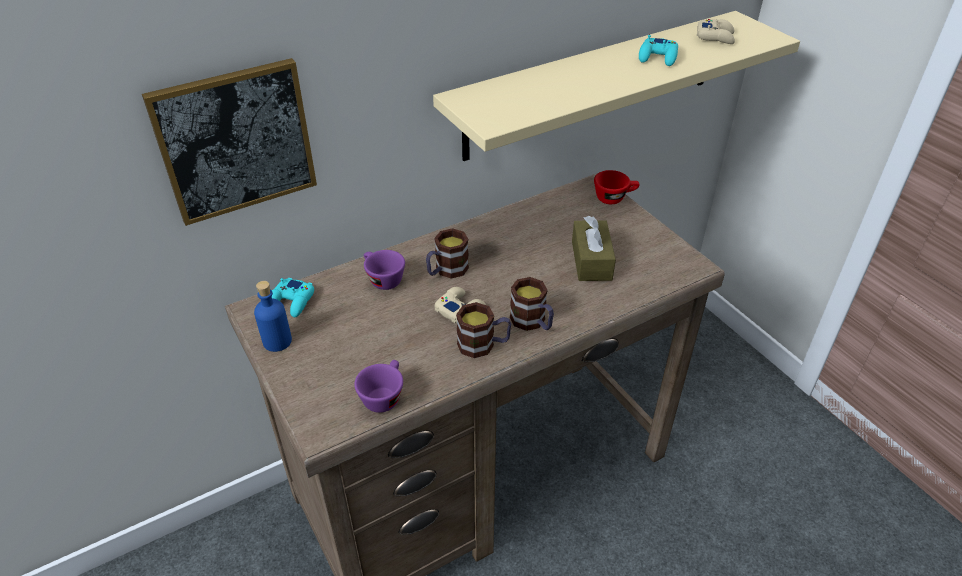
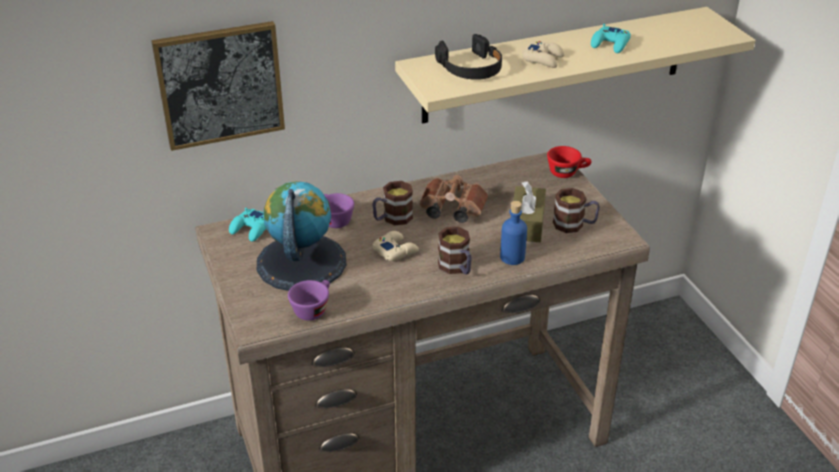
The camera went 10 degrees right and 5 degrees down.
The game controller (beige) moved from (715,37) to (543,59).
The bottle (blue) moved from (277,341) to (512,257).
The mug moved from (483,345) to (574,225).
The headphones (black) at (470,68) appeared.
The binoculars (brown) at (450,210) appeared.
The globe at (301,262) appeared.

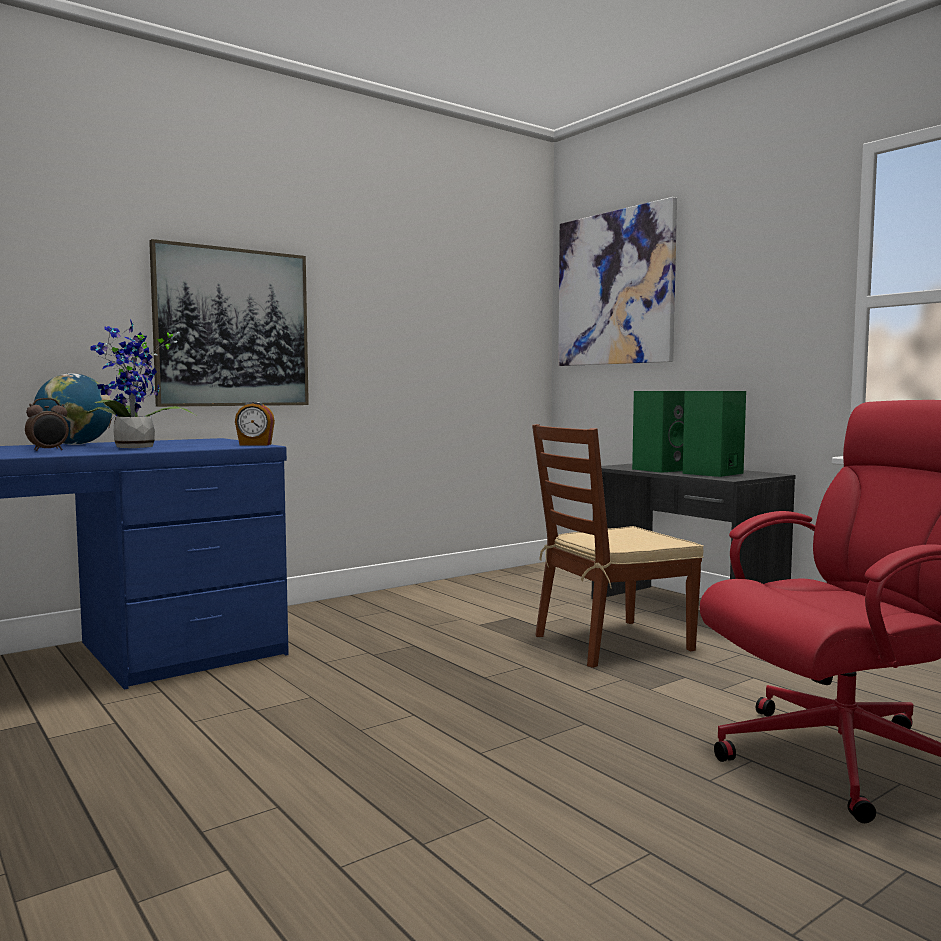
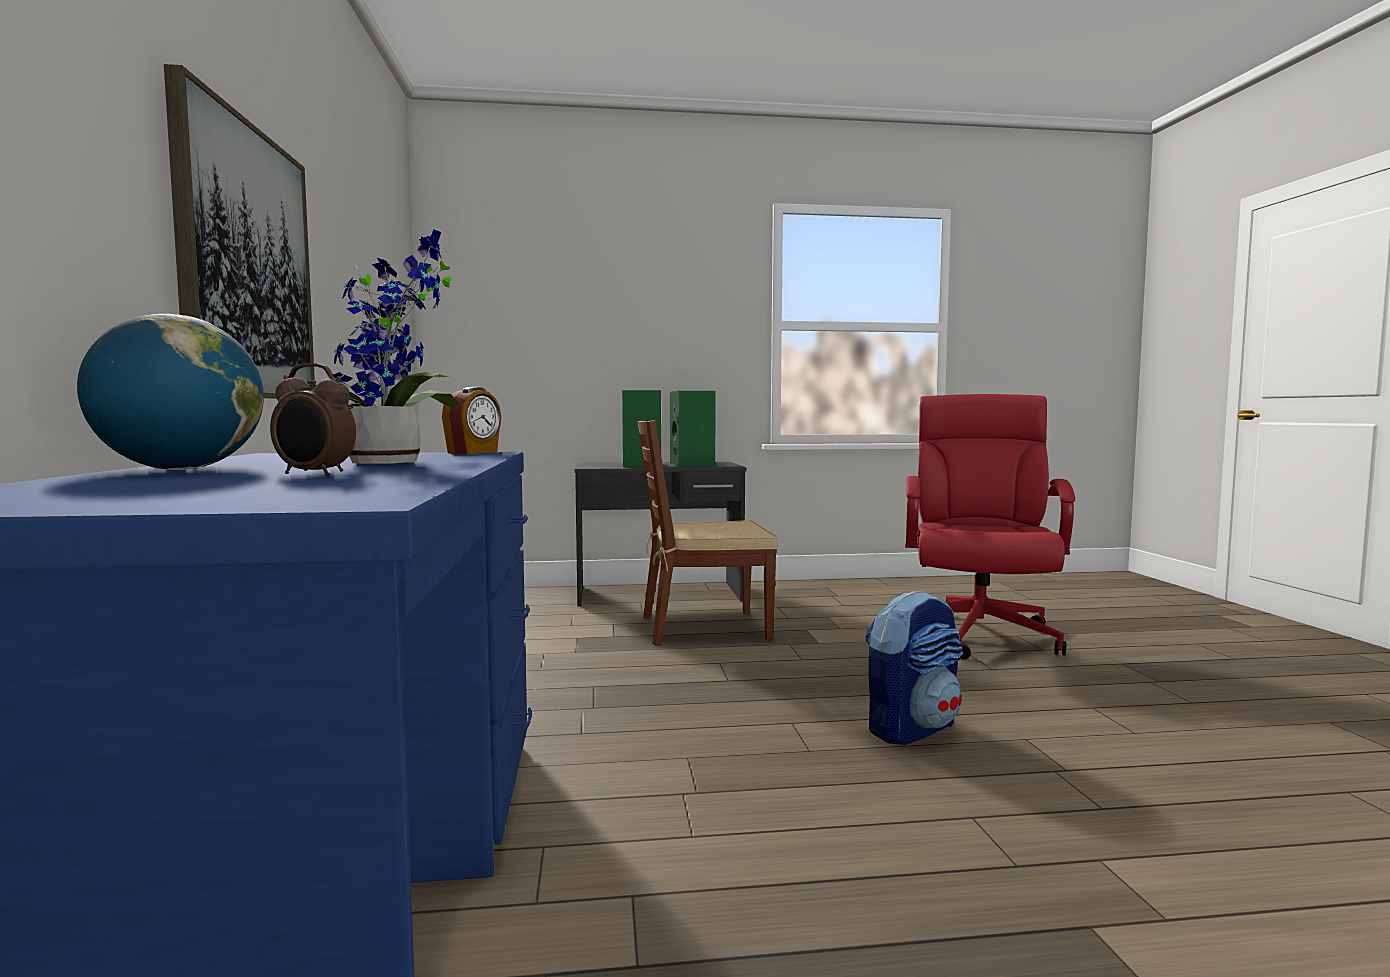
The camera went 60 degrees left and 0 degrees up.
The picture at (615,288) disappeared.
The alarm clock at (48,450) turned 120 degrees clockwise.
The chair (brown) at (611,643) turned 75 degrees clockwise.
The backpack at (911,728) appeared.

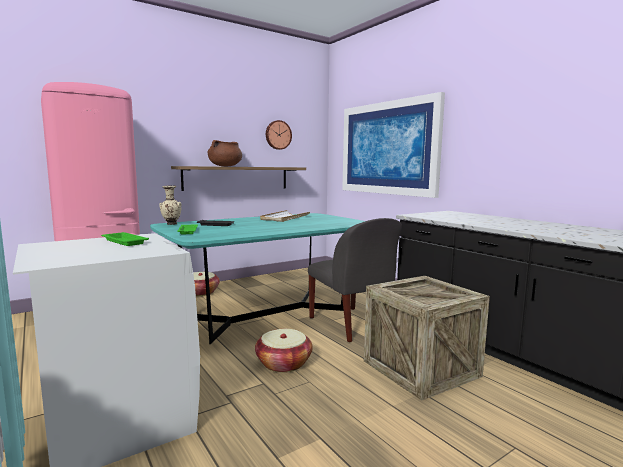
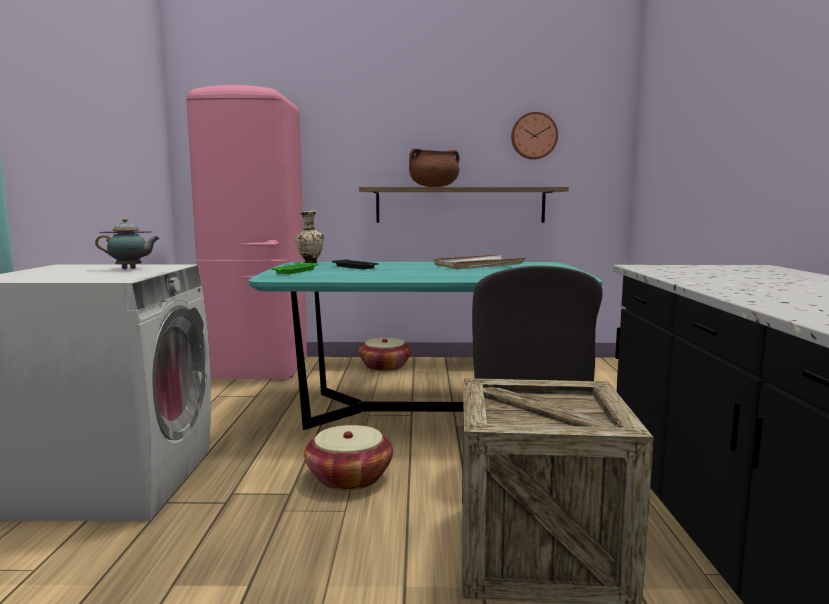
The camera went 35 degrees right and 0 degrees up.
The picture at (387,148) disappeared.
The tray (green) at (124,242) was replaced by the teapot at (130,269).

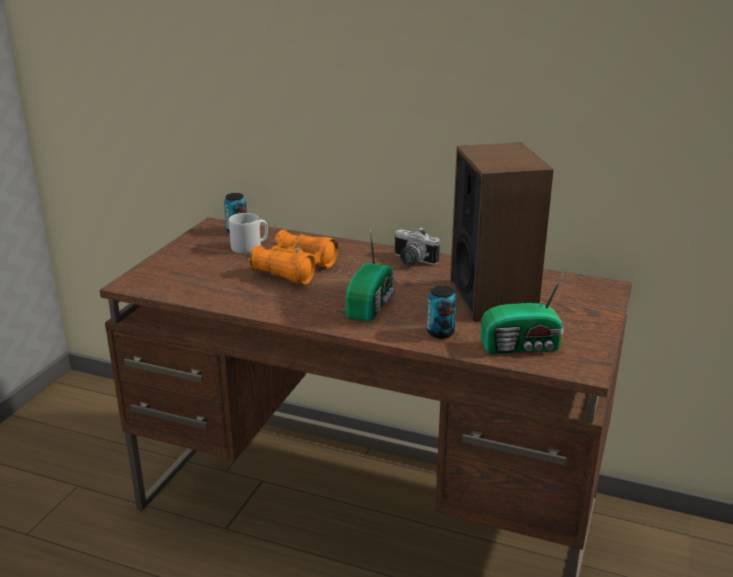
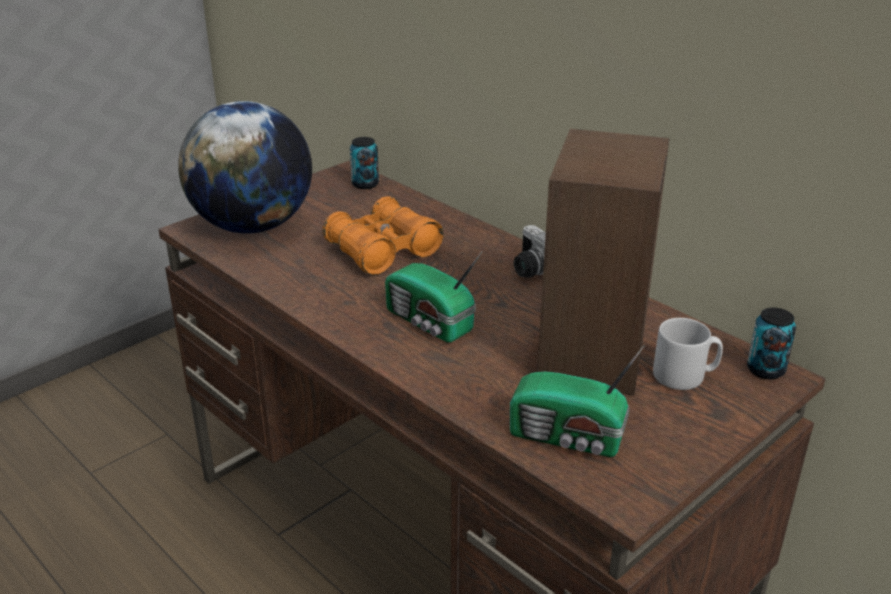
The camera went 25 degrees right and 5 degrees up.
The mug (grey) moved from (250,247) to (685,376).
The radio at (372,305) turned 90 degrees clockwise.
The can moved from (440,332) to (765,370).
The globe at (253,226) appeared.

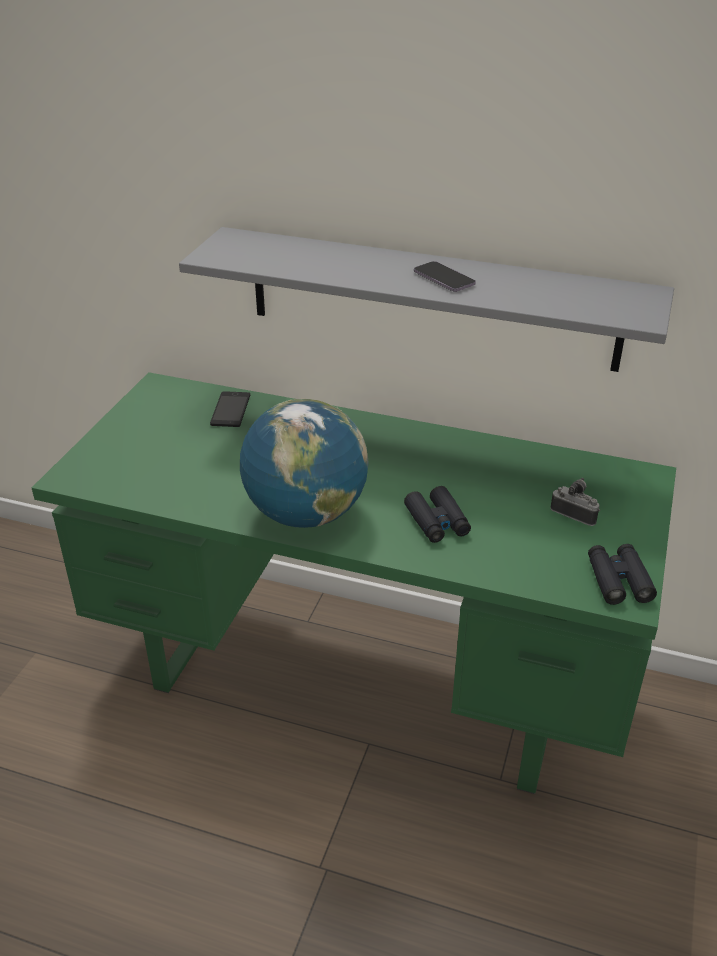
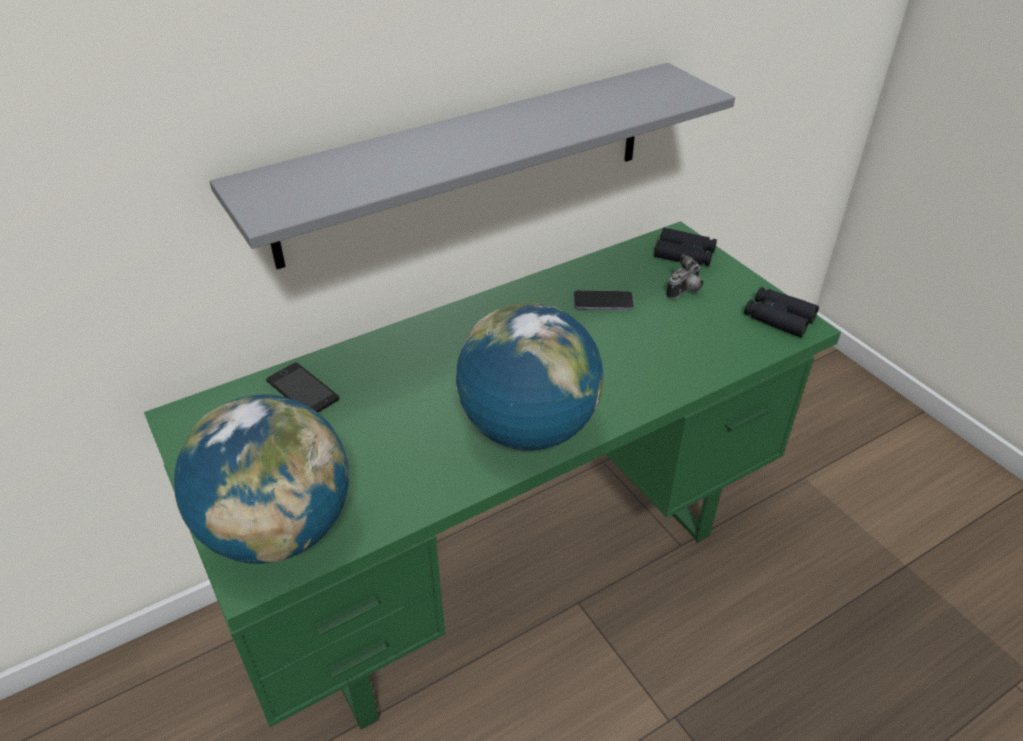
The camera went 50 degrees left and 5 degrees up.
The phone moved from (444,279) to (603,302).
The photo camera at (575,514) turned 150 degrees clockwise.
The binoculars (black) moved from (437,522) to (684,254).
The globe at (279,530) appeared.

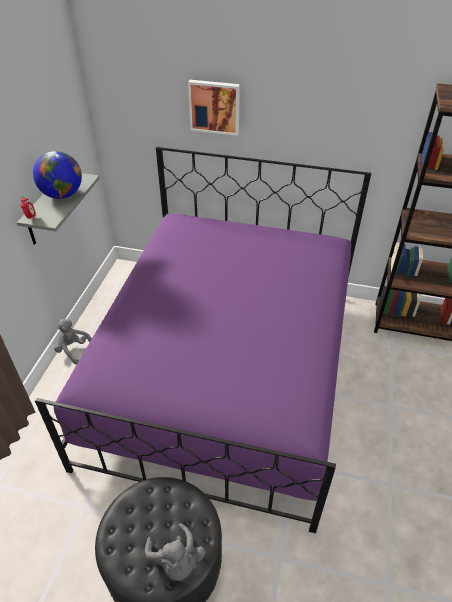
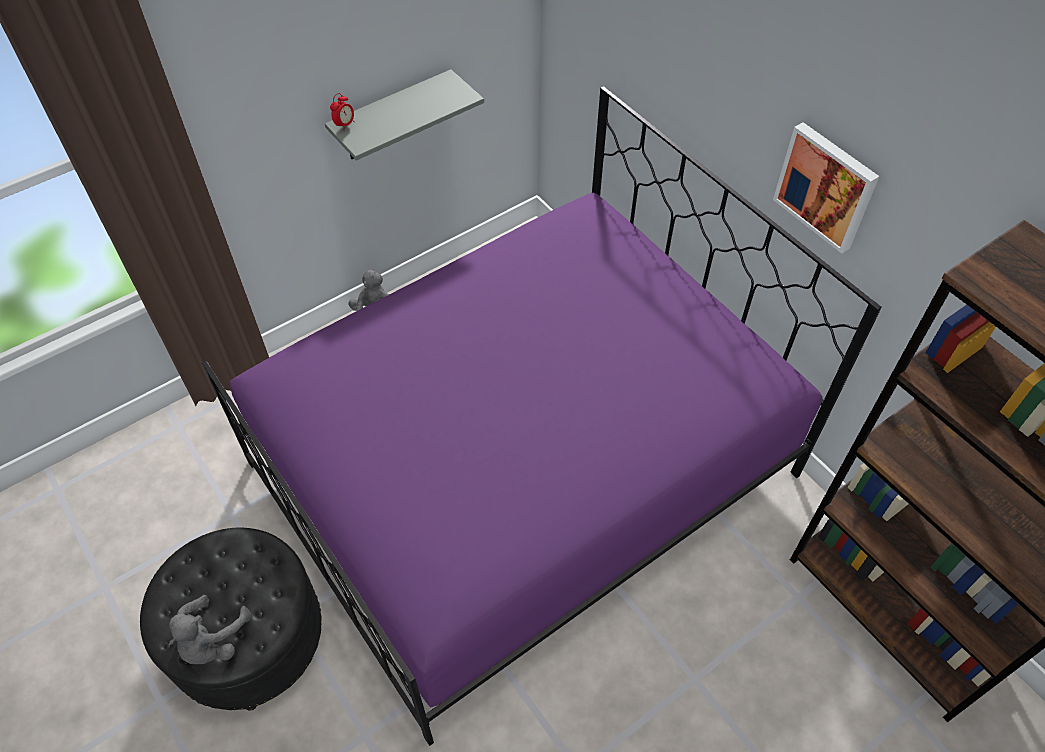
The camera went 40 degrees right and 10 degrees up.
The picture moved from (214,107) to (826,186).
The globe at (62,195) disappeared.

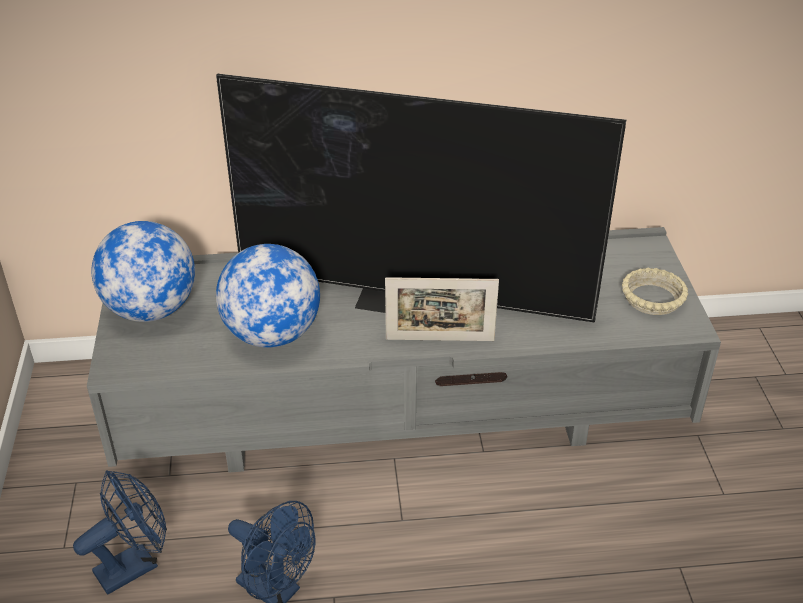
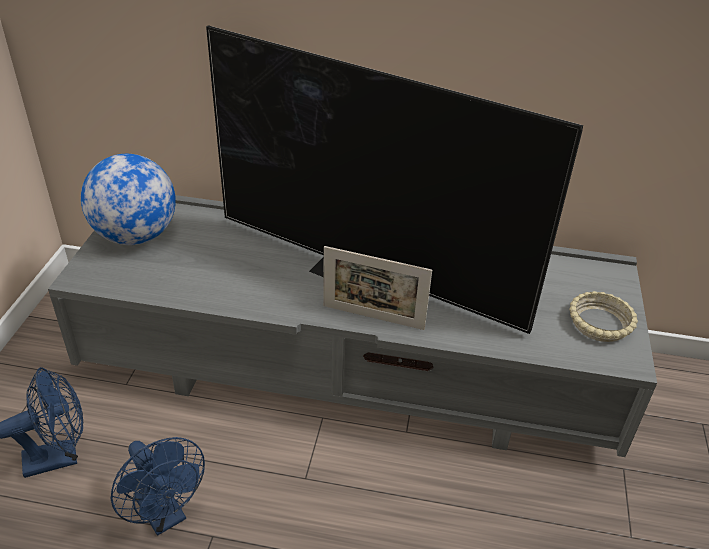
The camera went 15 degrees right and 0 degrees up.
The globe at (272,335) disappeared.

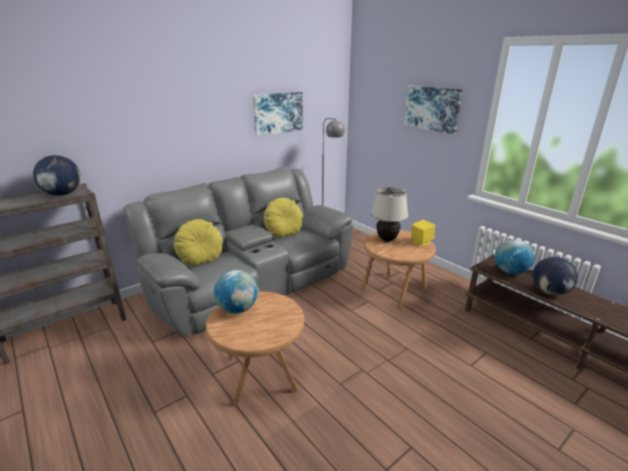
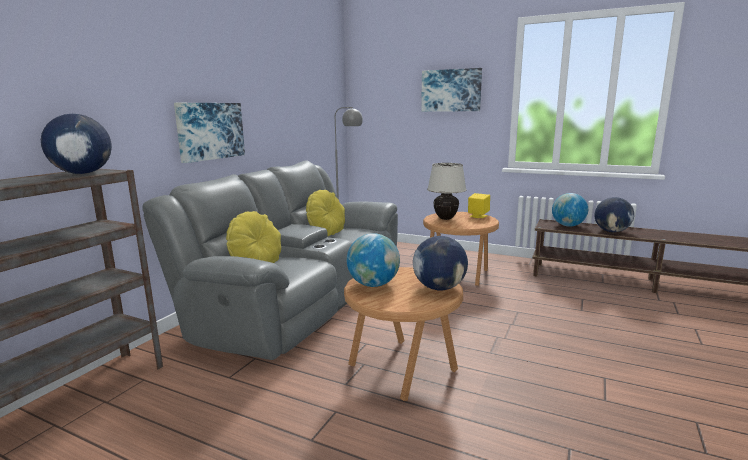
The camera went 25 degrees left and 10 degrees down.
The picture moved from (277,113) to (210,131).
The globe at (439,288) appeared.

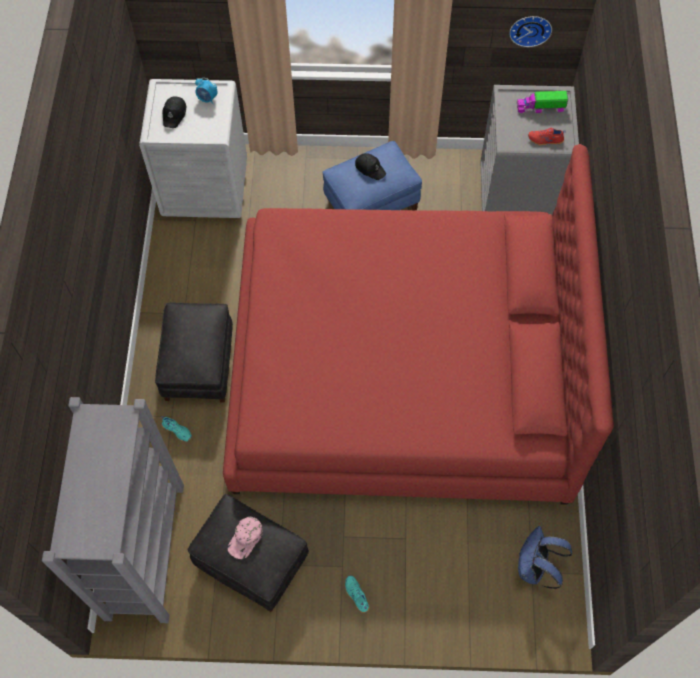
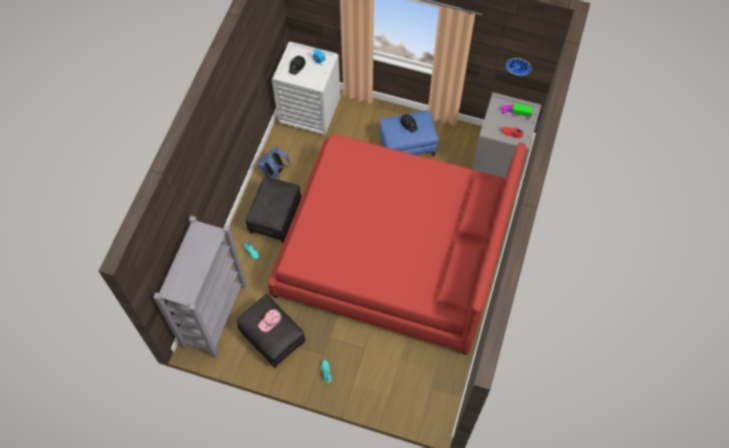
The camera went 15 degrees right and 0 degrees up.
The backpack (blue) moved from (534,568) to (275,173).

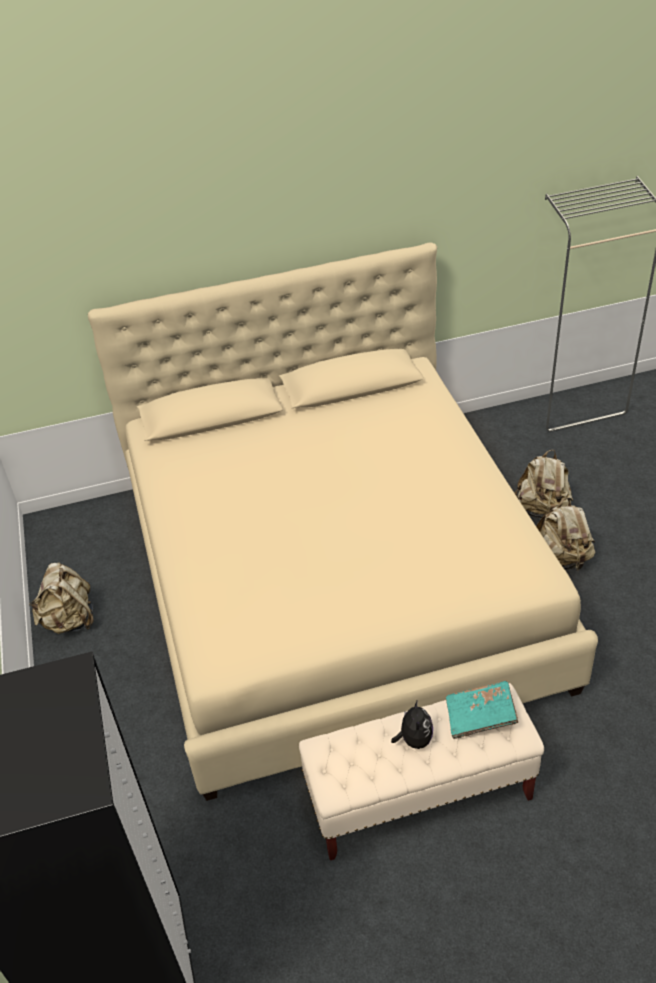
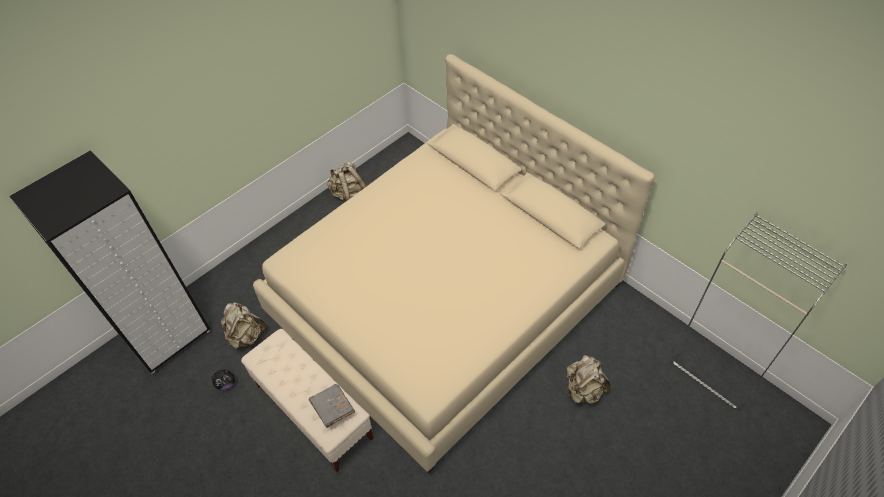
The camera went 60 degrees right and 10 degrees up.
The backpack (beige) moved from (559,559) to (246,336).
The book (turquoise) at (480,716) became the book (grey) at (332,408).
The plush toy moved from (414,739) to (226,384).

